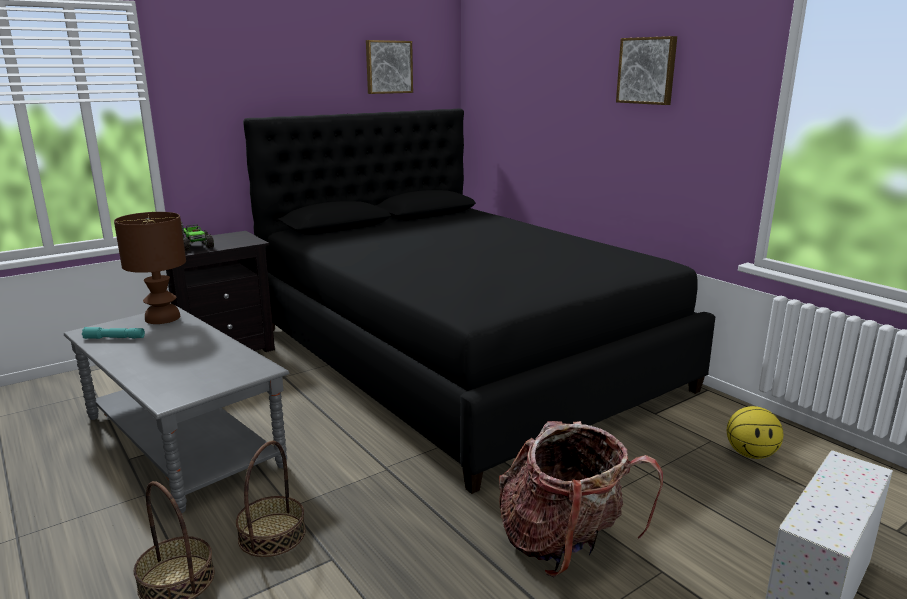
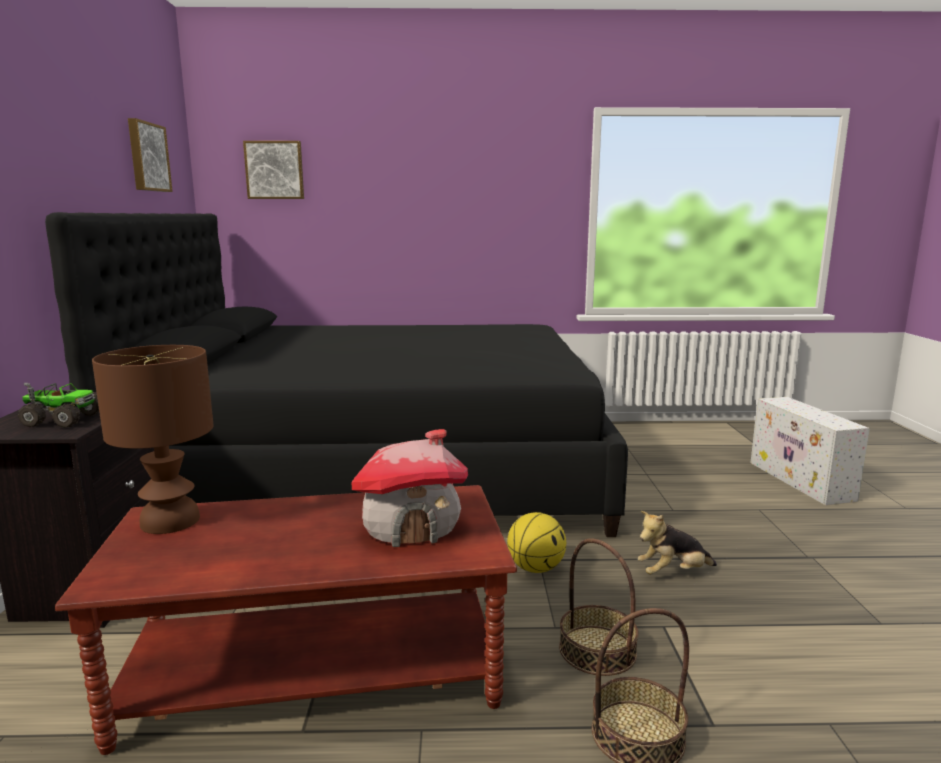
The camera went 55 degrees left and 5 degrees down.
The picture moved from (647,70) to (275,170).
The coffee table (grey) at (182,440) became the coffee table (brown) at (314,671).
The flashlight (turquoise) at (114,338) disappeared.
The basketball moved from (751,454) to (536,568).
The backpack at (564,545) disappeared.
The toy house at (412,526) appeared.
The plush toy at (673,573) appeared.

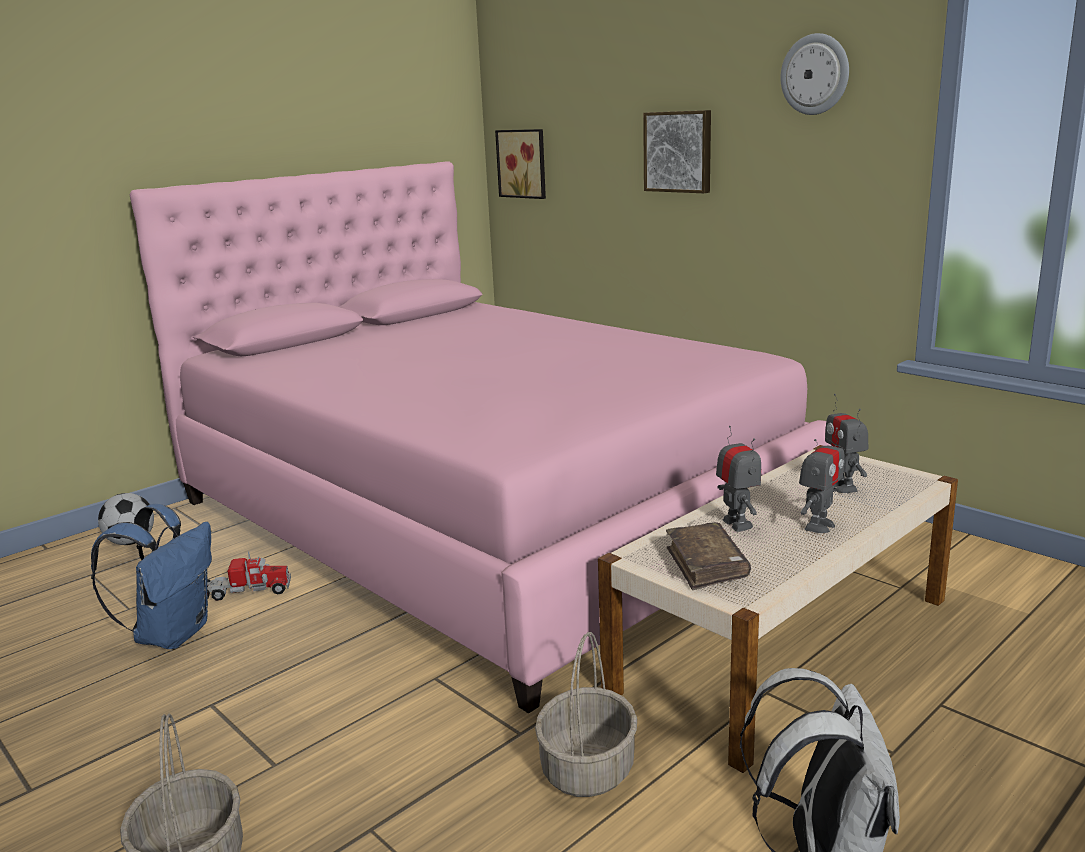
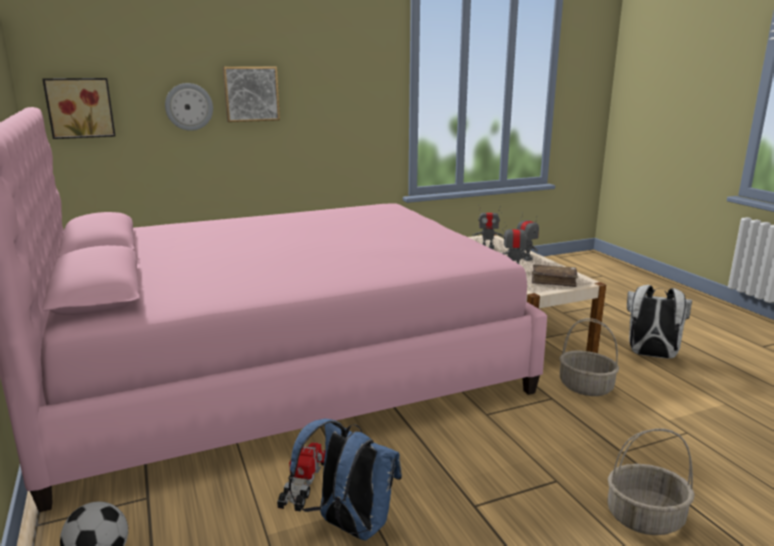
The camera went 70 degrees left and 0 degrees up.
The wall clock moved from (815,74) to (189,106).

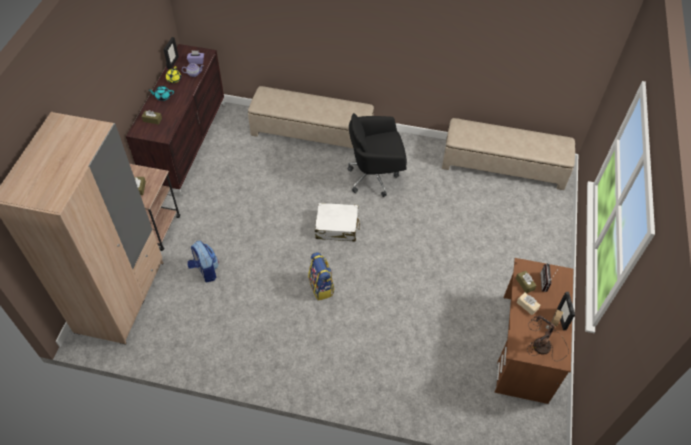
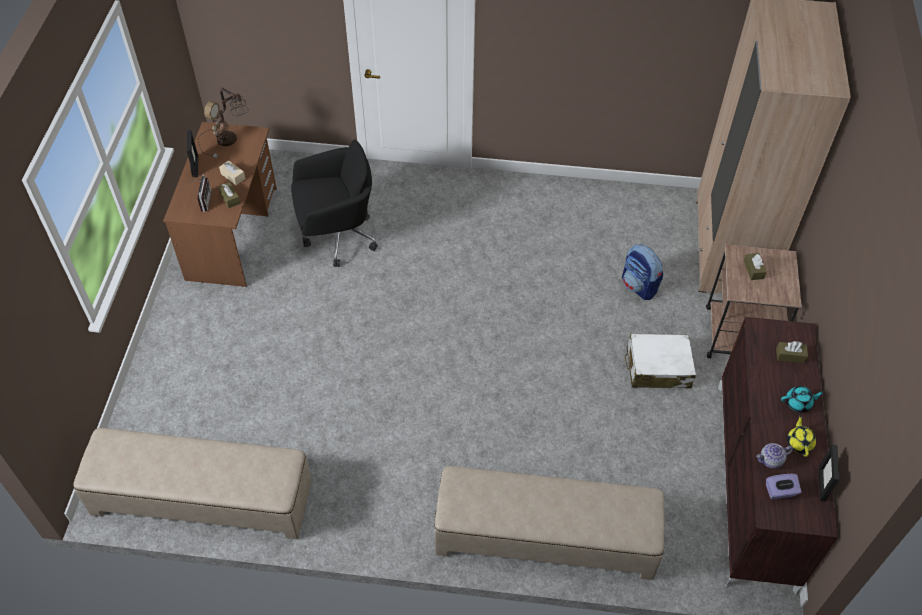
The camera went 175 degrees right and 0 degrees up.
The office chair (black) moved from (375,178) to (337,239).
The suitcase (white) moved from (337,227) to (657,368).
The backpack at (321,287) disappeared.

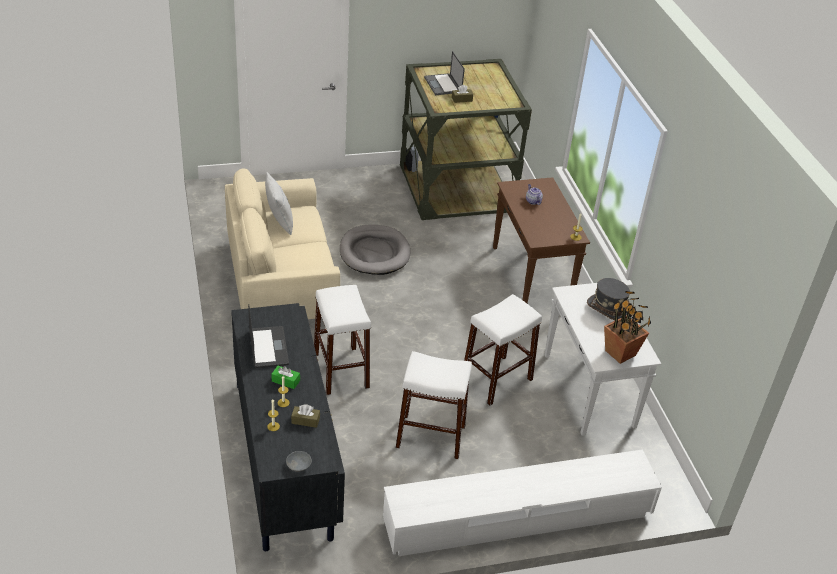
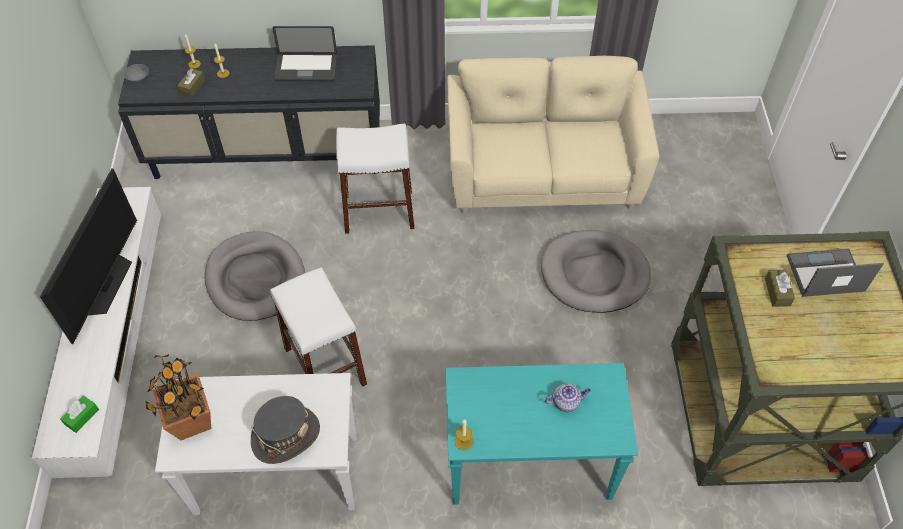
The camera went 105 degrees right and 15 degrees up.
The pillow (grey) at (279,222) disappeared.
The console table (brown) at (531,276) became the console table (turquoise) at (527,465).
The stool (white) at (430,436) was replaced by the dog bed (grey) at (255,278).
The tissue box (green) moved from (285,381) to (82,417).
The television at (106,285) appeared.

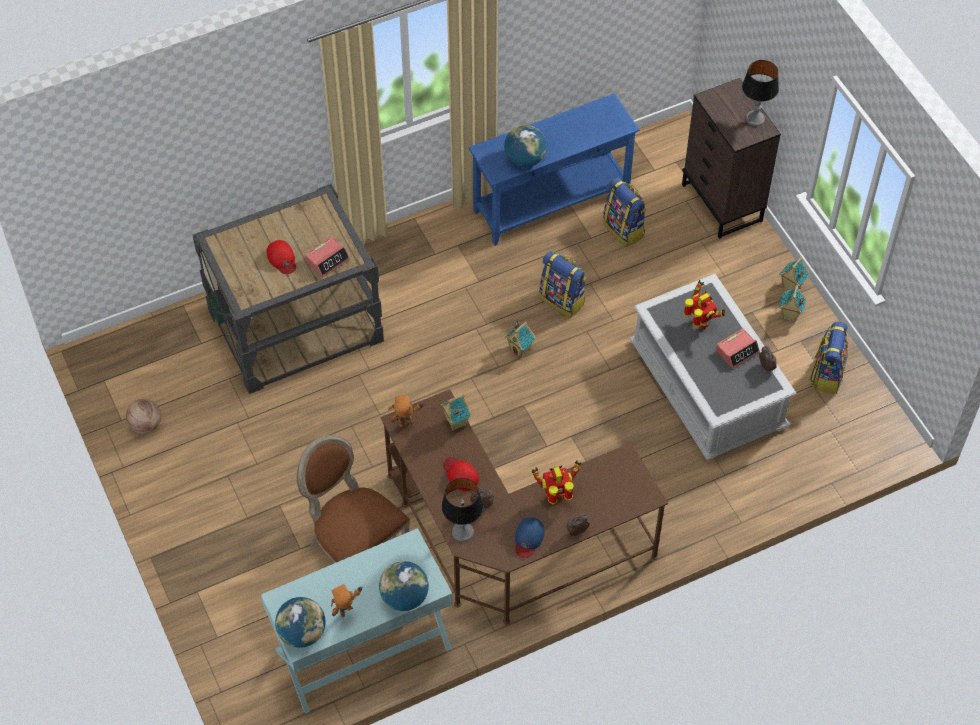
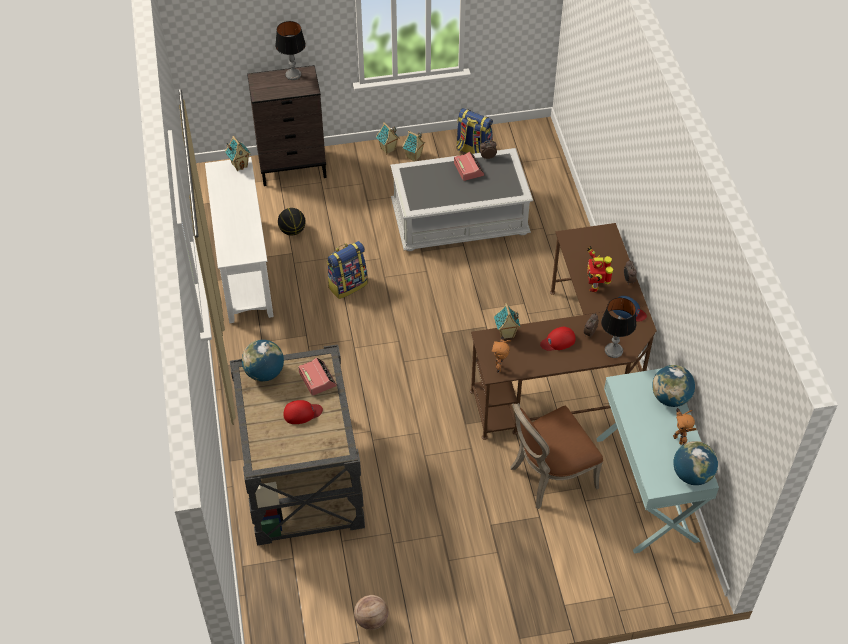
The camera went 75 degrees left and 5 degrees down.
The console table (blue) at (552,201) became the console table (white) at (244,269).
The globe moved from (524,159) to (264,373).
The backpack at (624,229) was replaced by the basketball at (292,230).
The toy robot at (700,323) disappeared.
The toy house moved from (520,349) to (239,165).

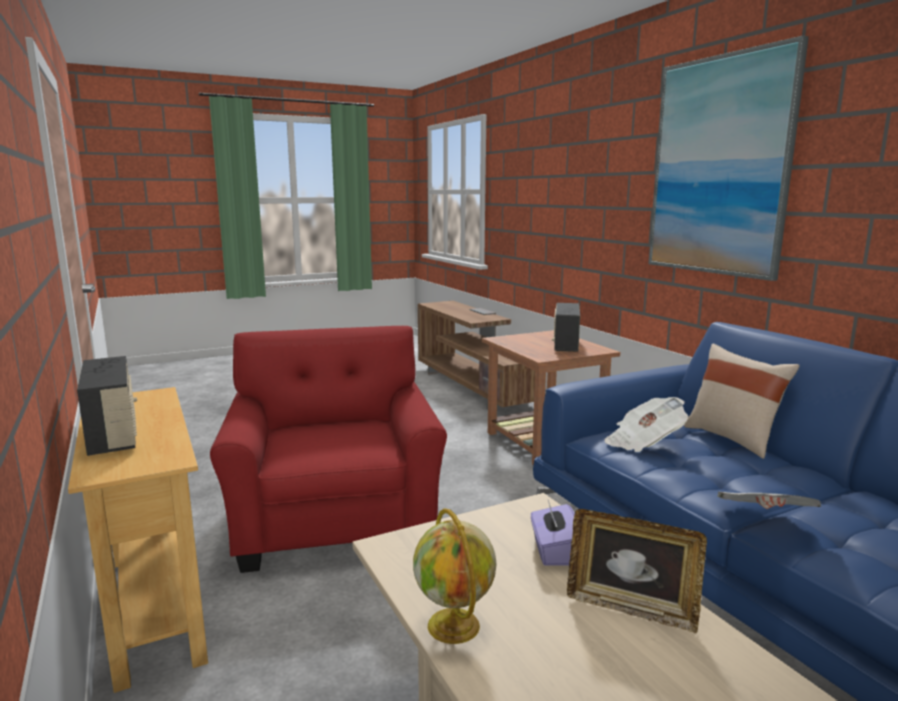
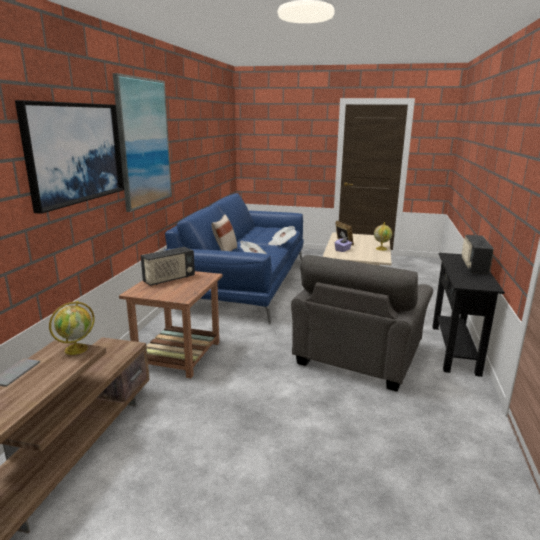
The camera went 140 degrees left and 5 degrees up.
The armchair (red) at (335,520) became the armchair (grey) at (358,356).
The console table (beige) at (156,606) became the console table (black) at (454,349).
The picture at (75,153) appeared.
The globe at (77,349) appeared.

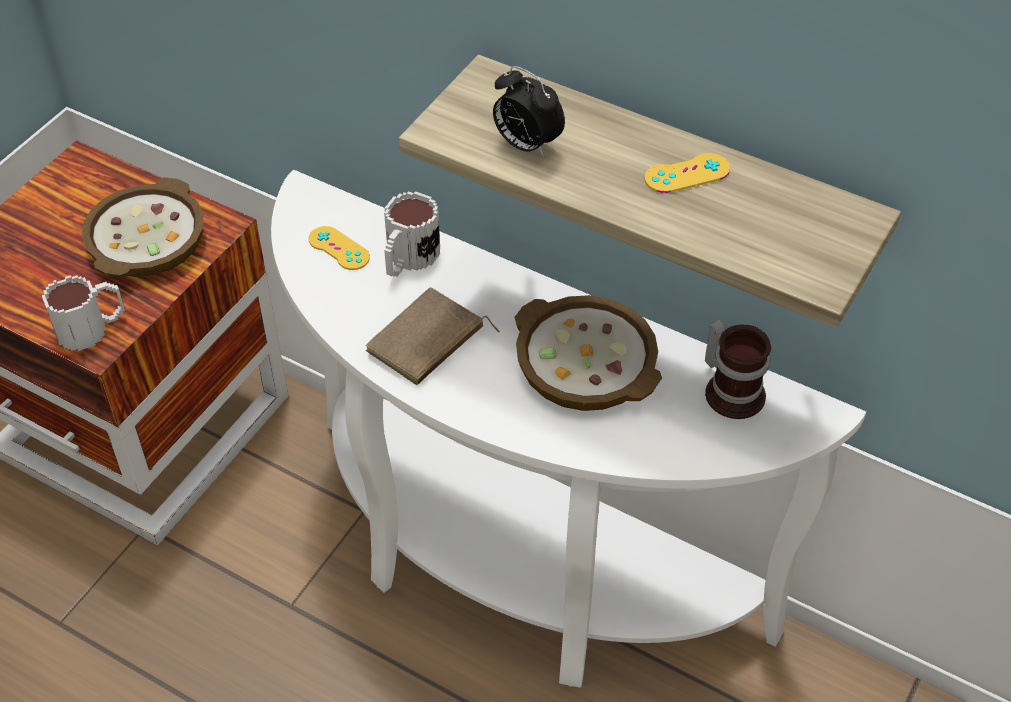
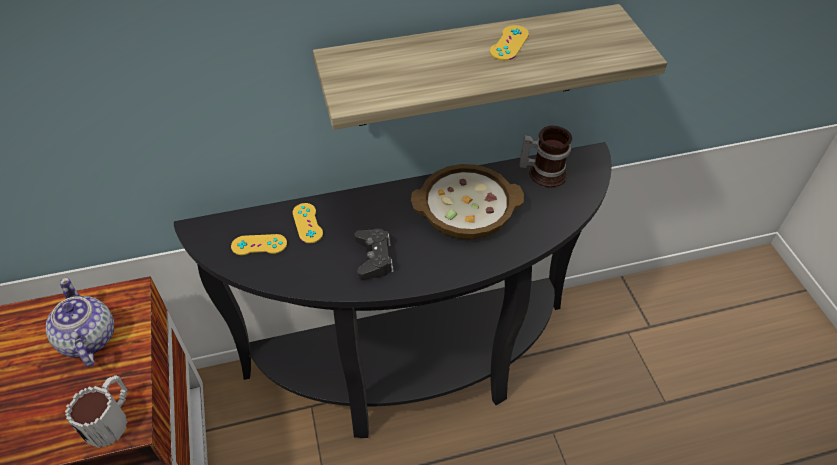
The camera went 45 degrees left and 0 degrees up.
The alarm clock at (526,145) disappeared.
The console table (white) at (512,570) became the console table (black) at (416,372).
The bowl at (145,241) was replaced by the teapot at (88,339).
The mug at (408,259) was replaced by the game controller (yellow) at (307,223).
The book (brown) at (427,342) was replaced by the game controller (black) at (374,258).

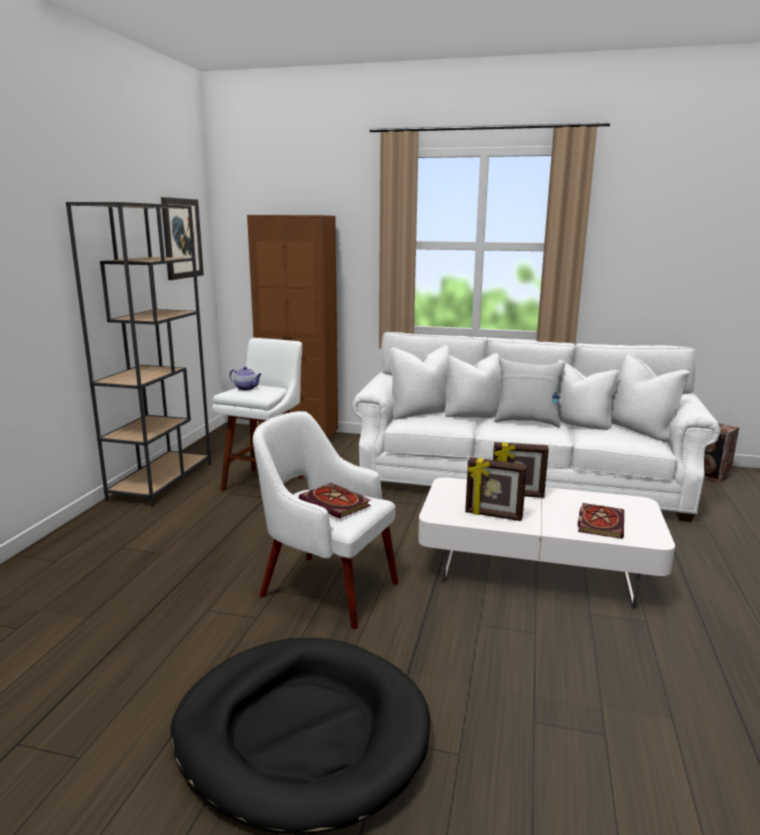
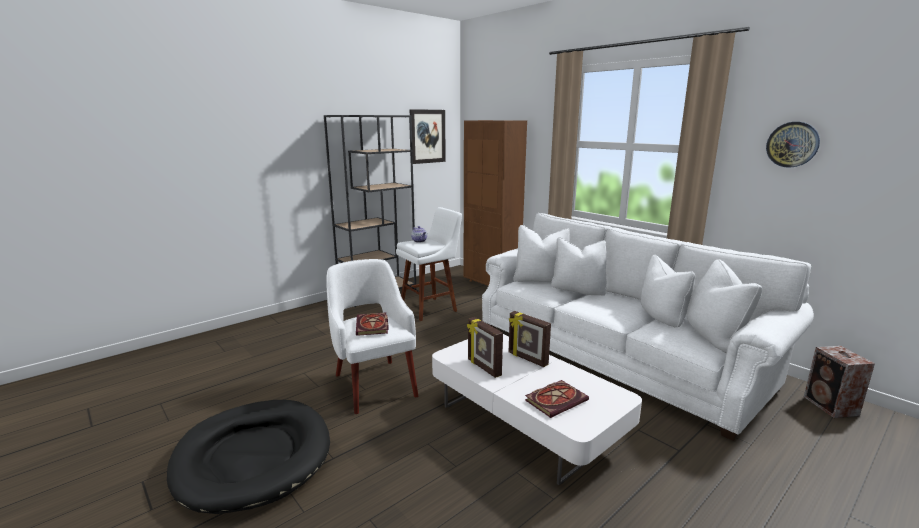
The camera went 35 degrees right and 0 degrees up.
The pillow (grey) at (526,422) disappeared.
The wall clock at (792,144) appeared.

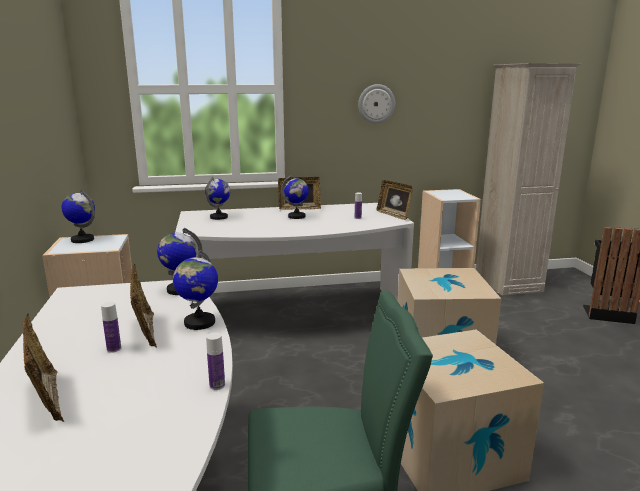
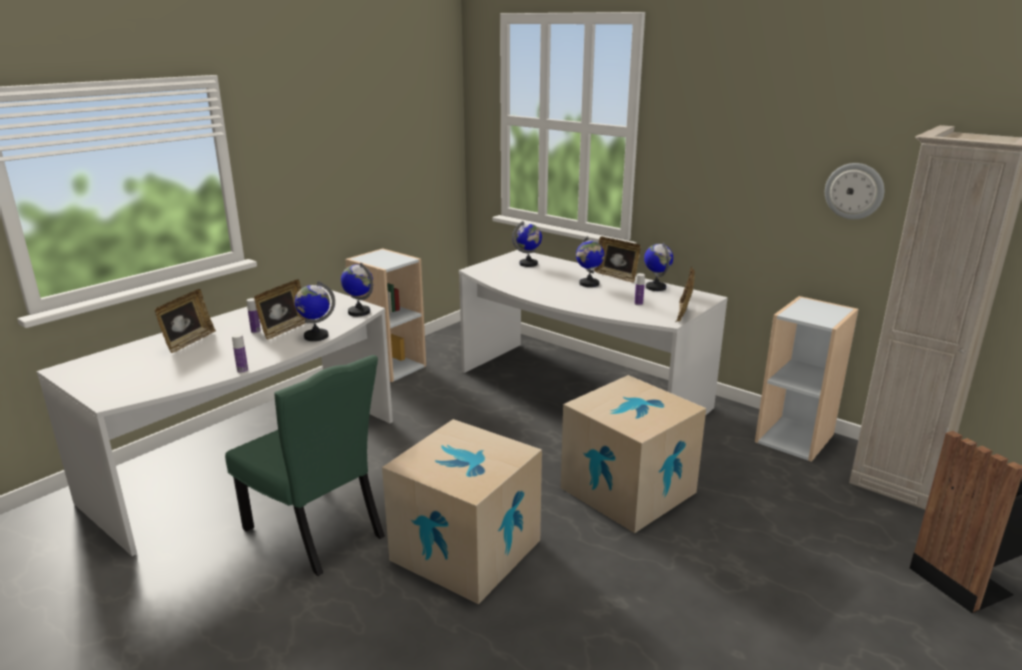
The camera went 50 degrees right and 5 degrees up.
The wall clock moved from (376,104) to (854,191).
The globe moved from (82,240) to (655,287).

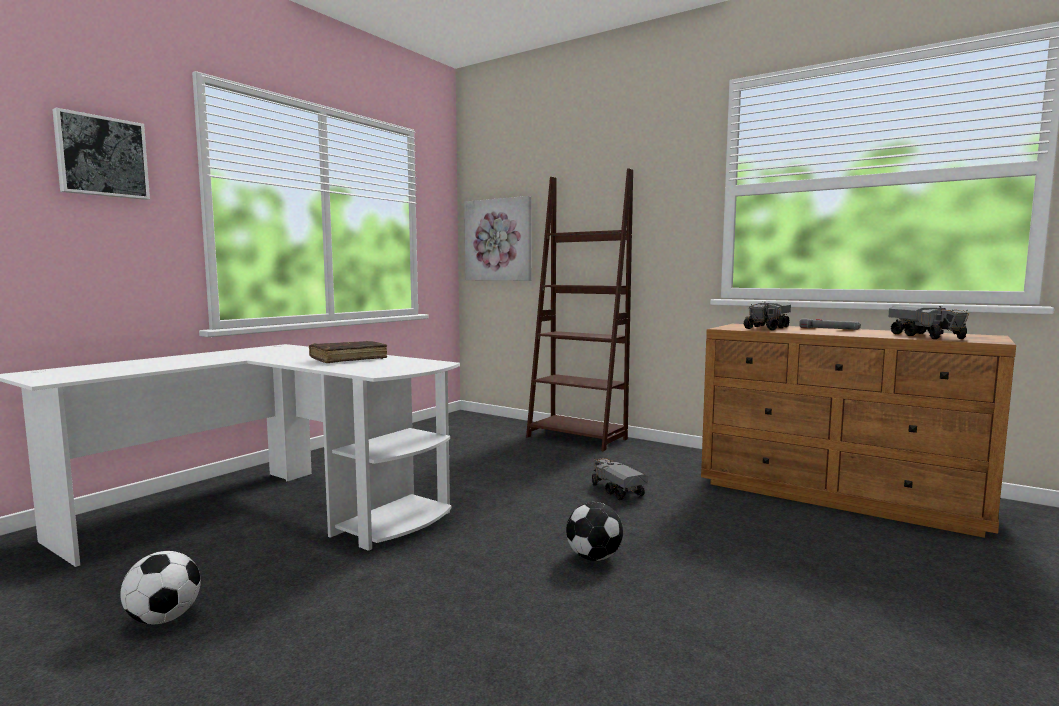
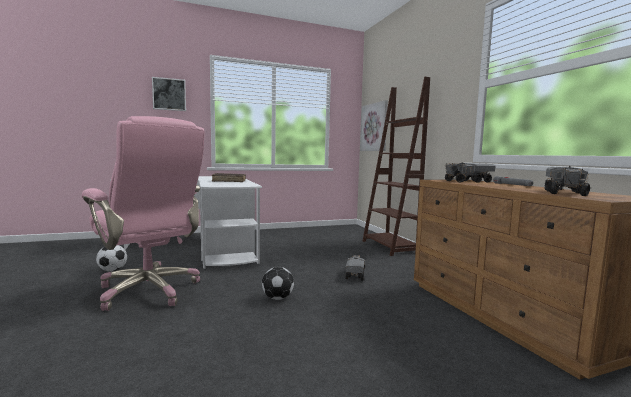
The camera went 35 degrees right and 0 degrees up.
The office chair (pink) at (149,292) appeared.

